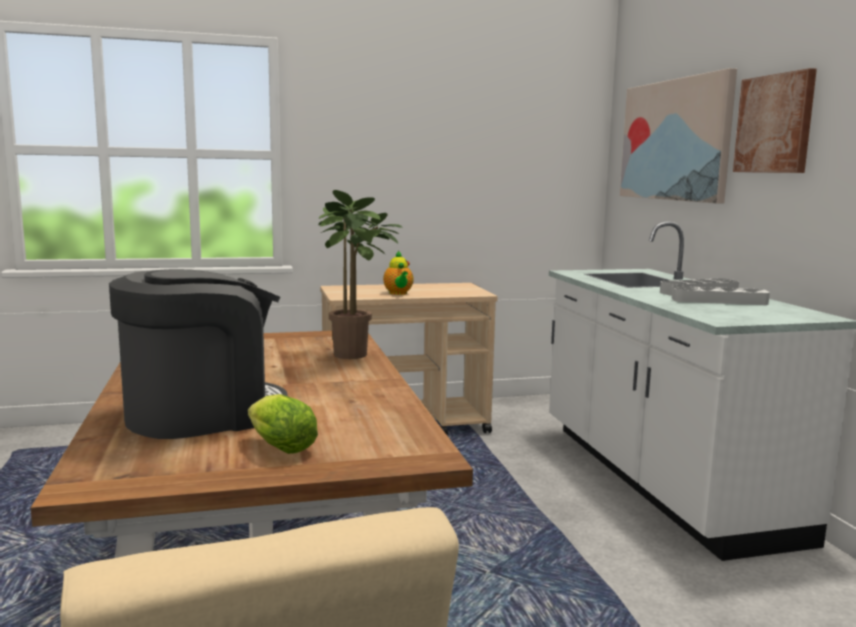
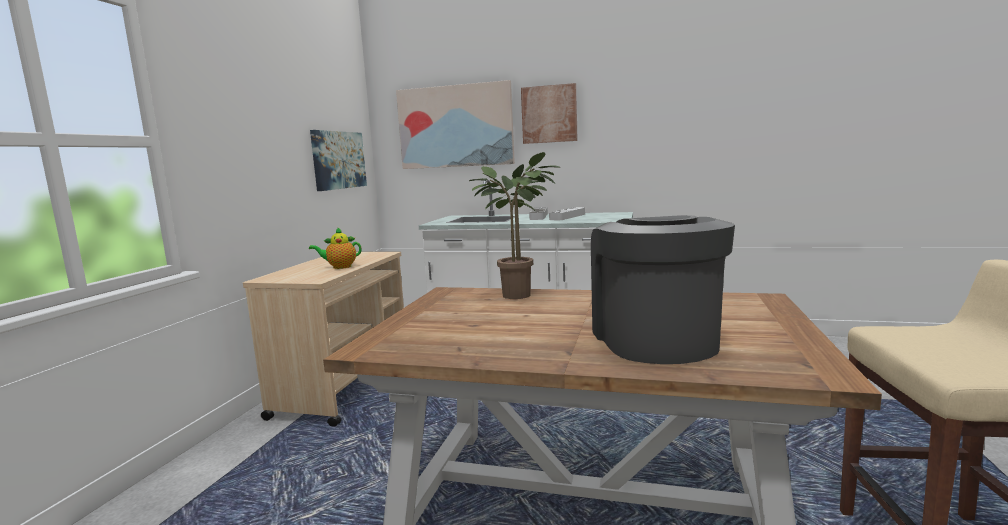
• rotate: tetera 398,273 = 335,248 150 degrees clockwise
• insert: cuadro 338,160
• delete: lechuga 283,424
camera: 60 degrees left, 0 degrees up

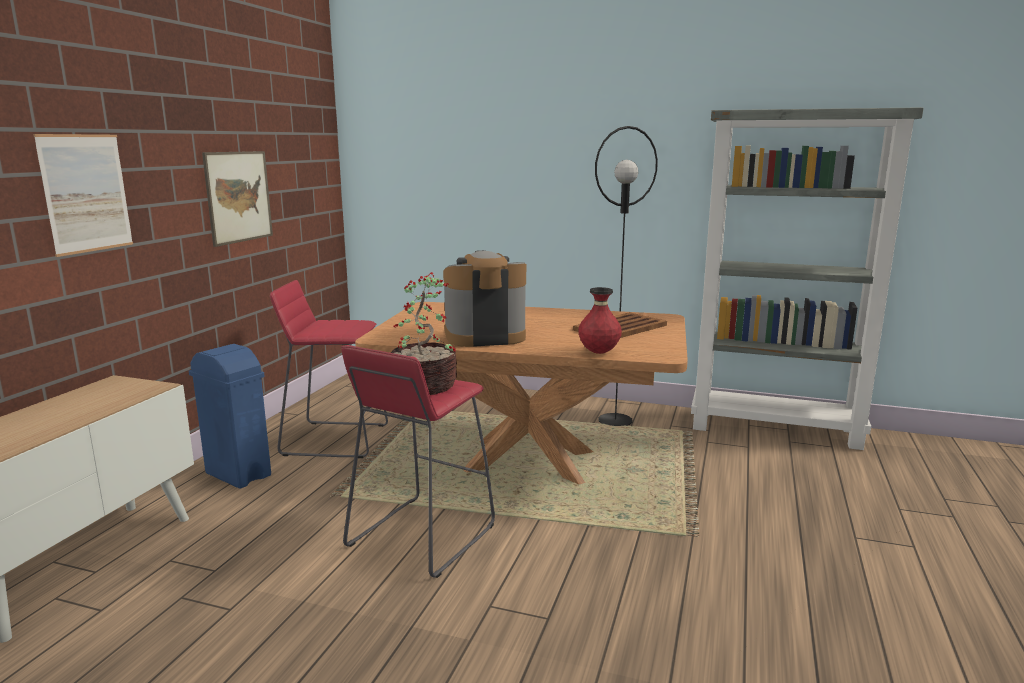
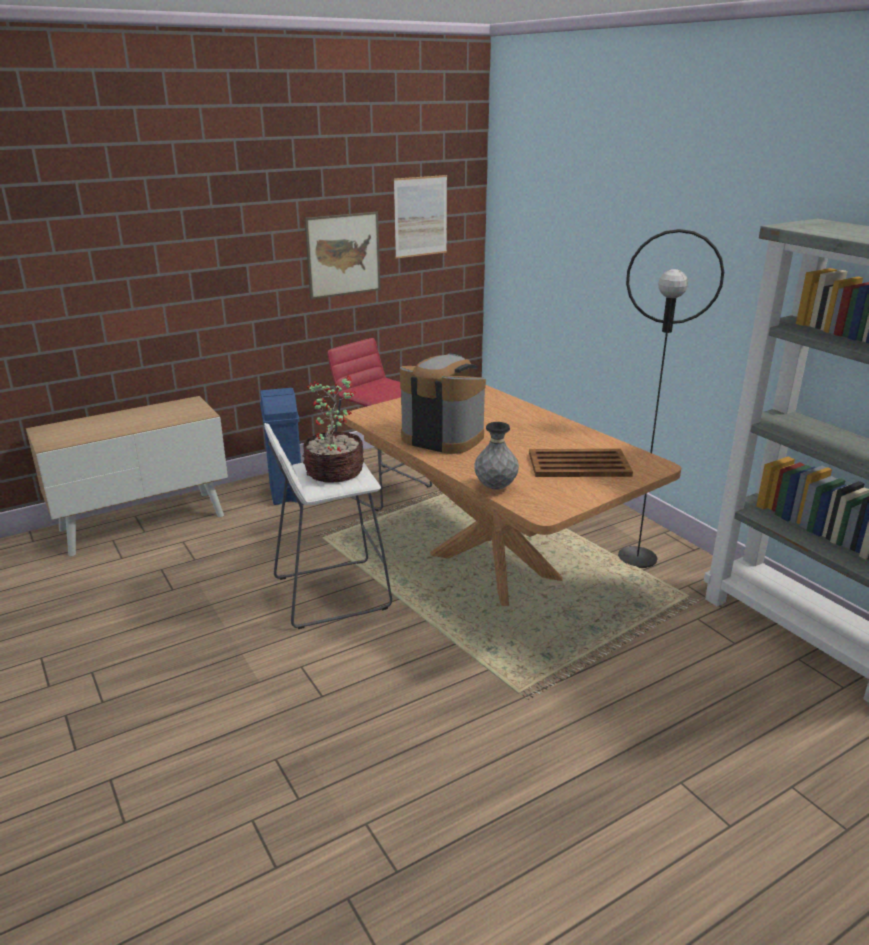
• recolor: taburete [rojo] 418,461 to taburete [blanco] 328,526
• move: cuadro 83,195 to 420,217
• recolor: florero [rojo] 600,320 to florero [gris] 496,455
camera: 40 degrees right, 10 degrees up

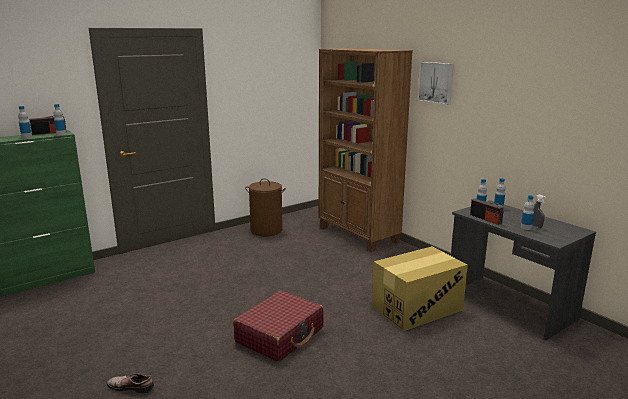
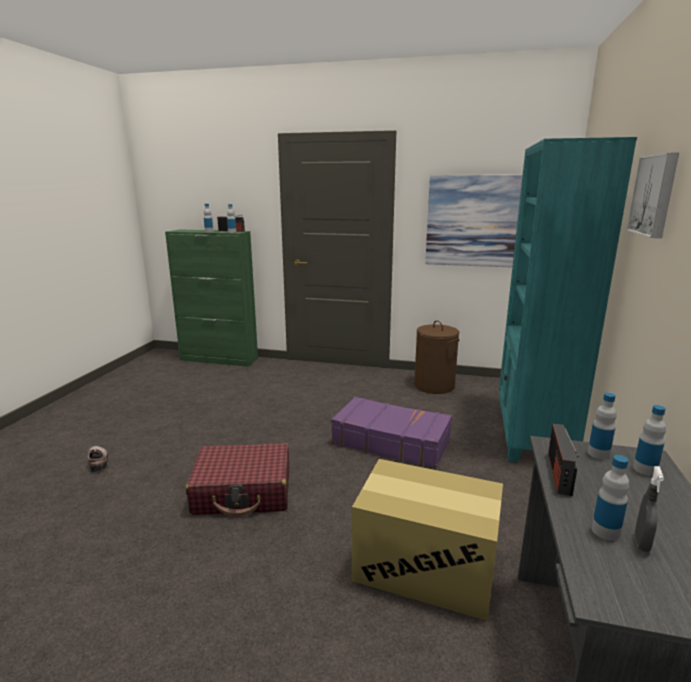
• insert: maleta [morado] 391,433
• insert: cuadro 474,221
• recolor: estantería [marrón] 366,150 to estantería [turquesa] 568,300
camera: 50 degrees right, 0 degrees up

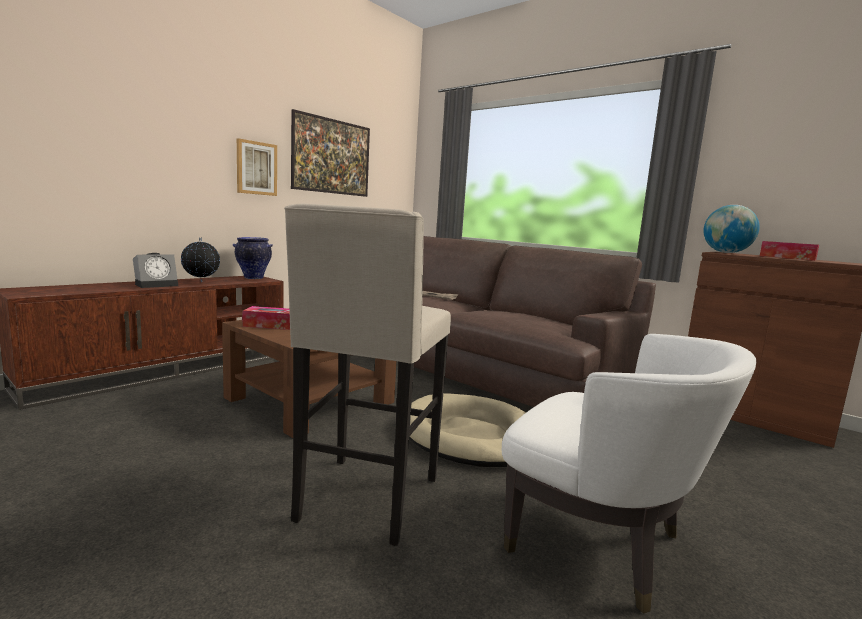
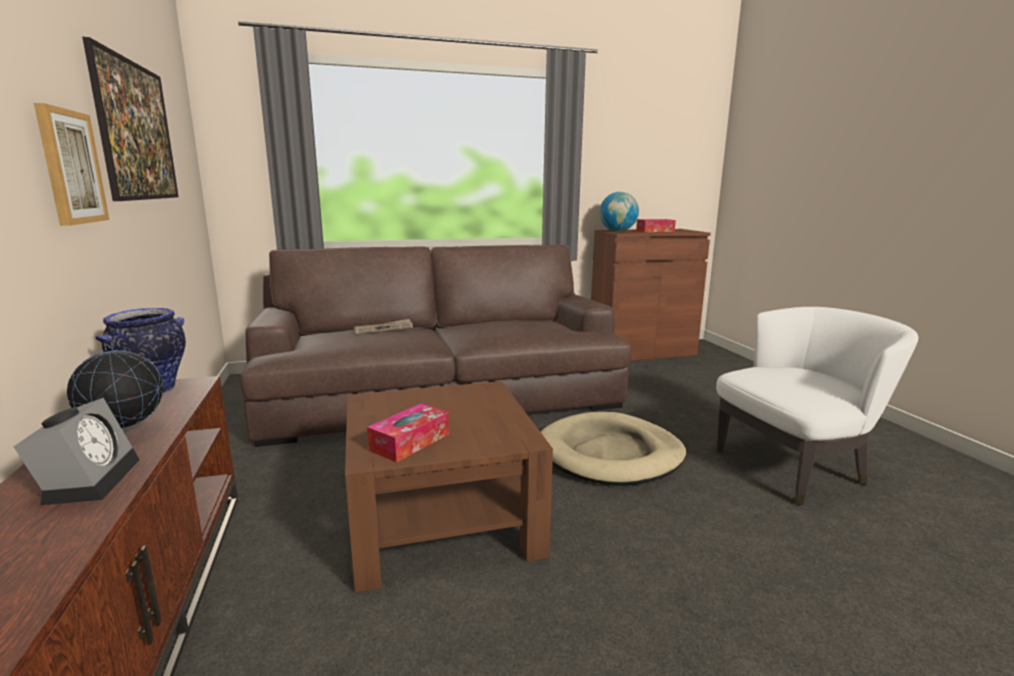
• delete: taburete [beis] 367,375
camera: 55 degrees left, 5 degrees up

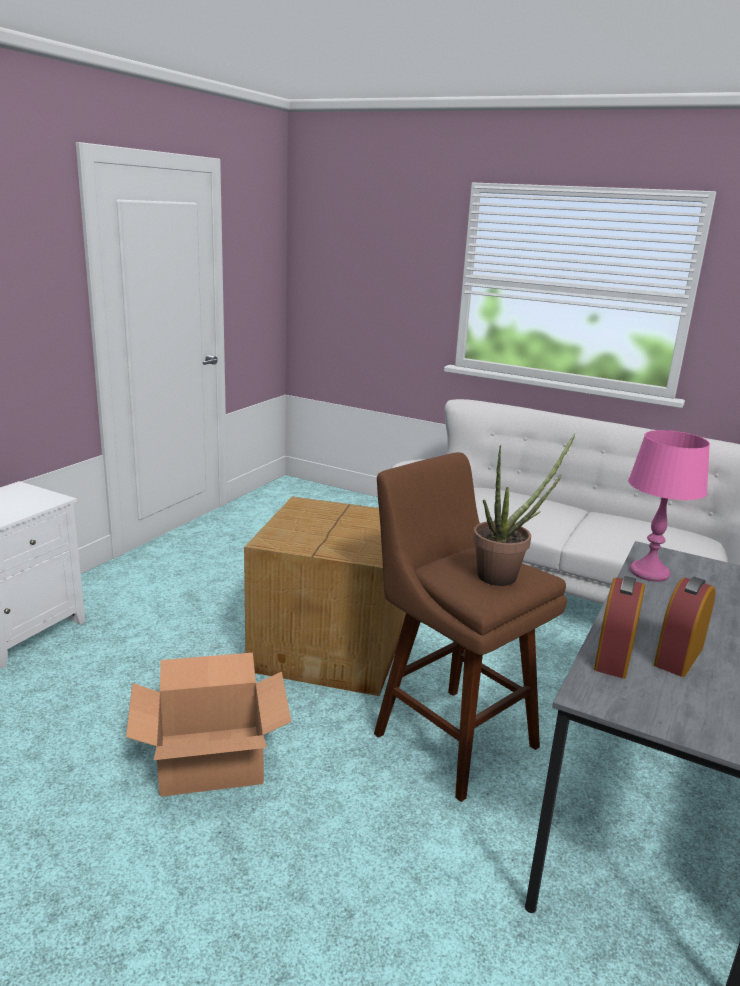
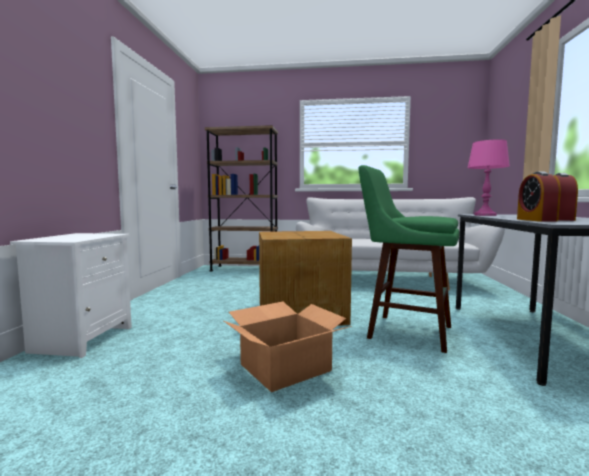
• insert: estantería [marrón] 241,198
• recolor: taburete [marrón] 470,627 to taburete [verde] 408,259
• delete: planta en maceta 524,509
camera: 20 degrees left, 15 degrees down

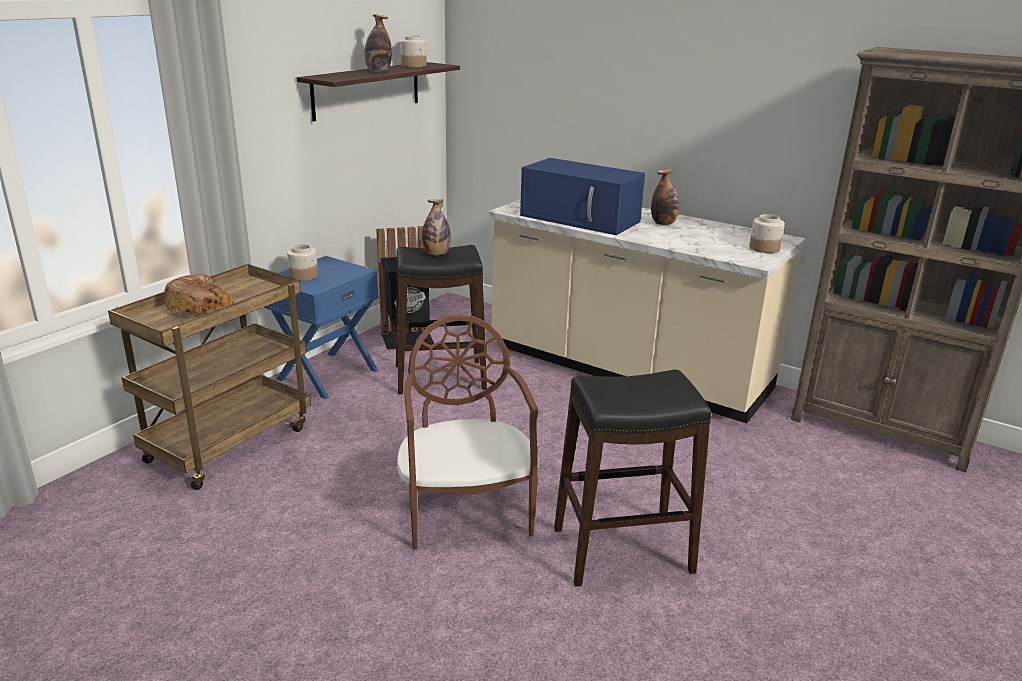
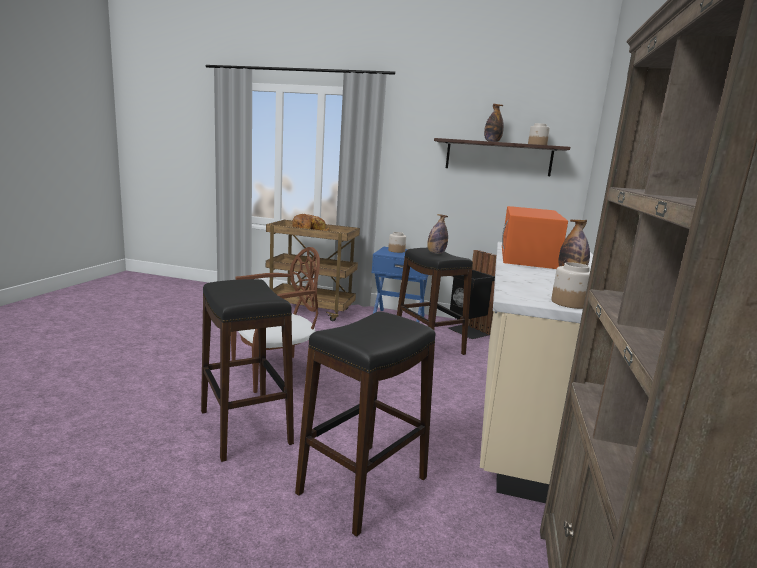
• insert: taburete [negro] 365,424
• recolor: microondas [azul] 582,196 to microondas [naranja] 535,237
camera: 70 degrees right, 10 degrees down

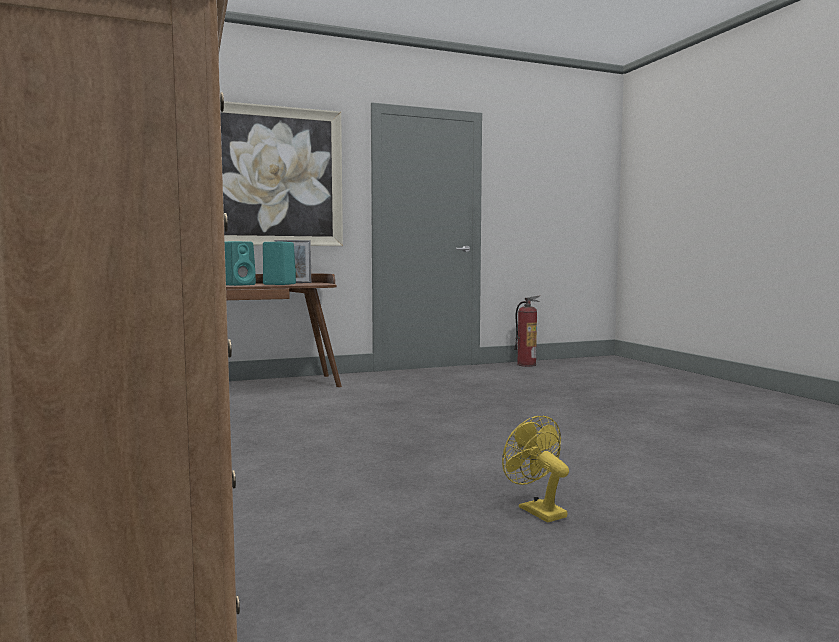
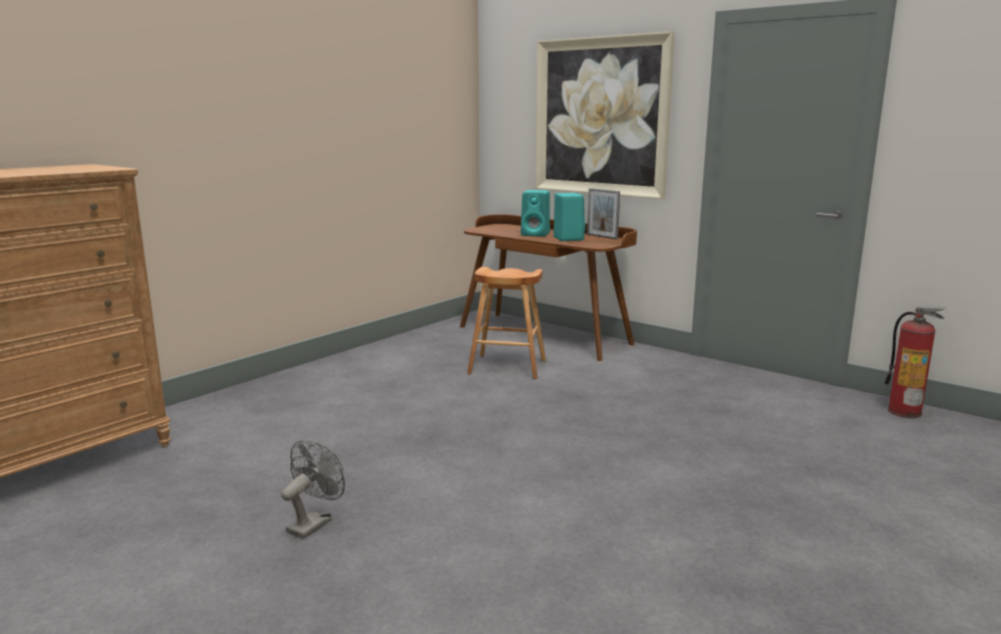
• recolor: ventilador [amarillo] 535,469 to ventilador [gris] 313,489
• insert: taburete [marrón] 506,323
camera: 60 degrees right, 10 degrees up

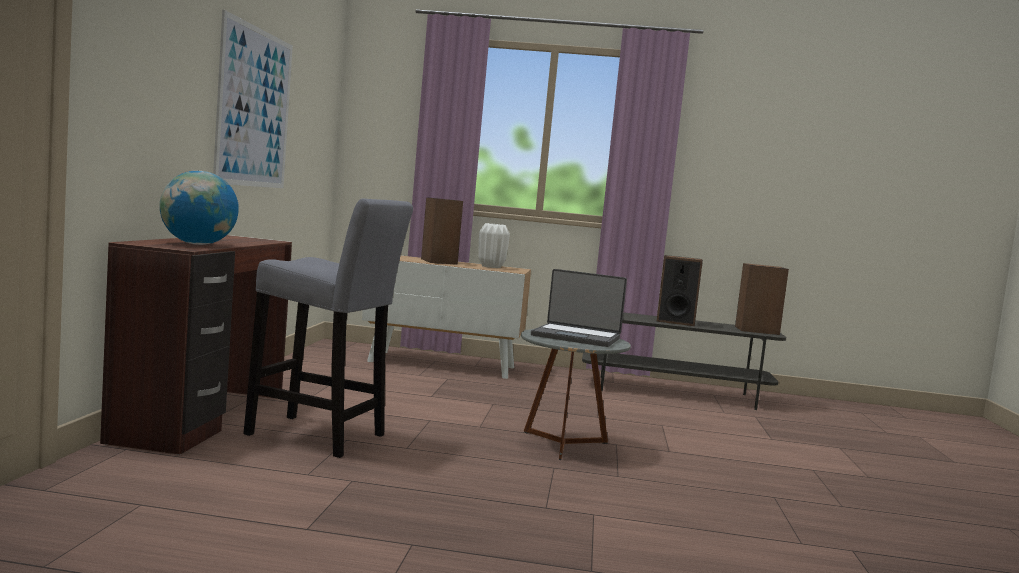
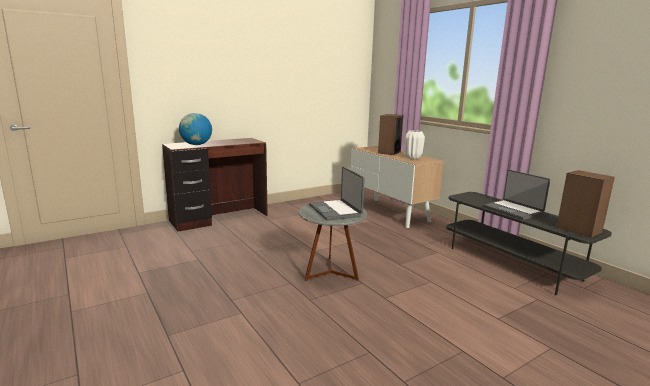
• replace: altavoz 679,290 to portátil 516,195
• delete: cuadro 253,99
• delete: taburete [gris] 328,328
camera: 50 degrees right, 10 degrees up

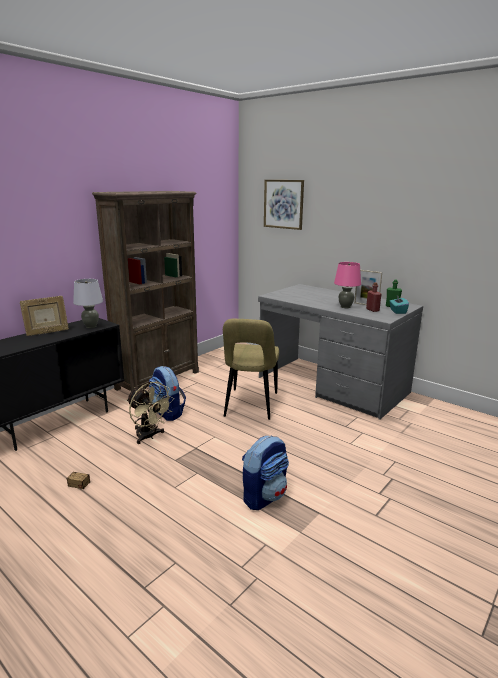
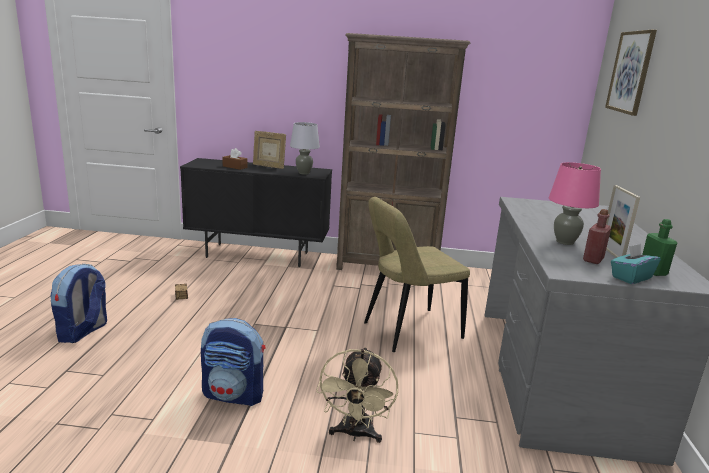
• move: mochila 167,393 to 79,303
• insert: caja de pañuelos [marrón] 234,159
• move: ventilador [beis] 150,413 to 357,395
camera: 55 degrees right, 0 degrees up

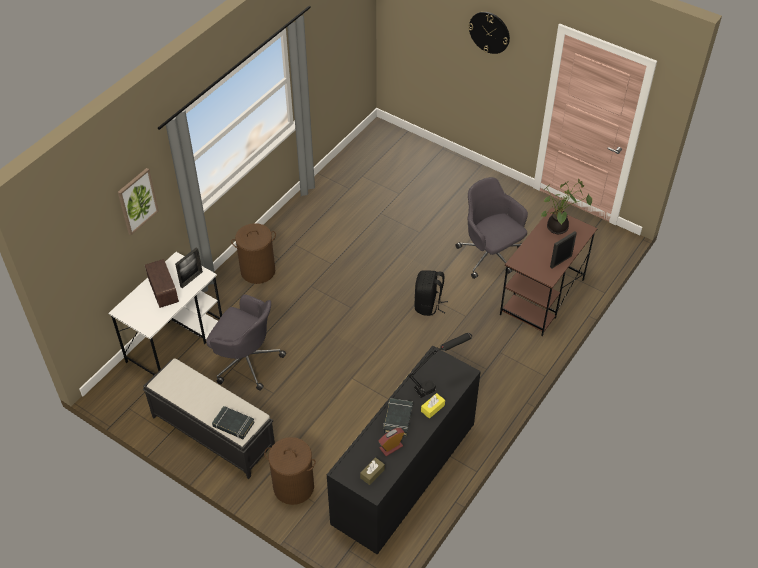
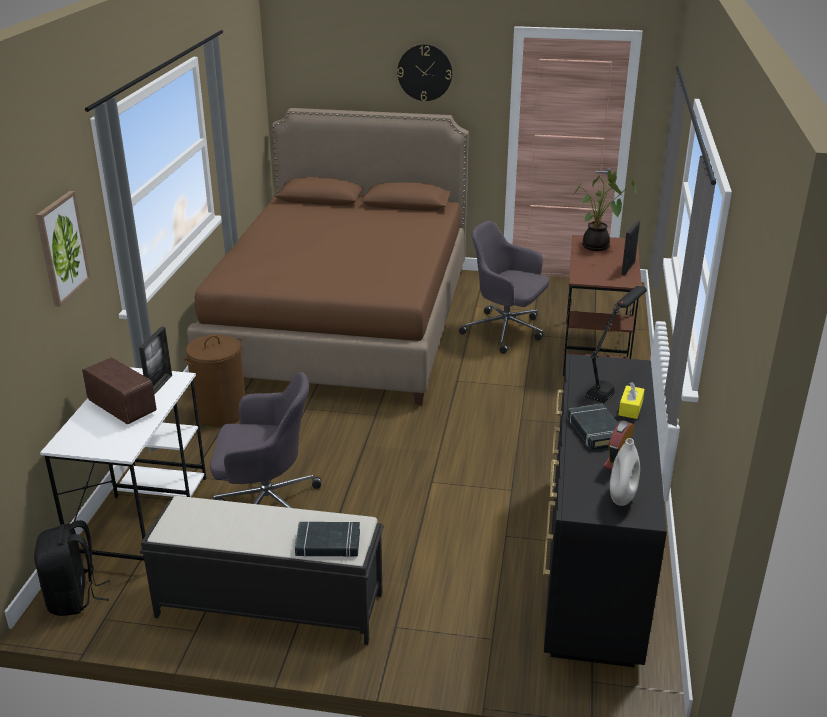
• move: mochila [negro] 431,293 to 72,568
• insert: cama [marrón] 328,256
• replace: caja de pañuelos [marrón] 372,471 to florero [blanco] 625,472
• delete: cesto de la ropa [marrón] 290,471
camera: 25 degrees left, 20 degrees down

